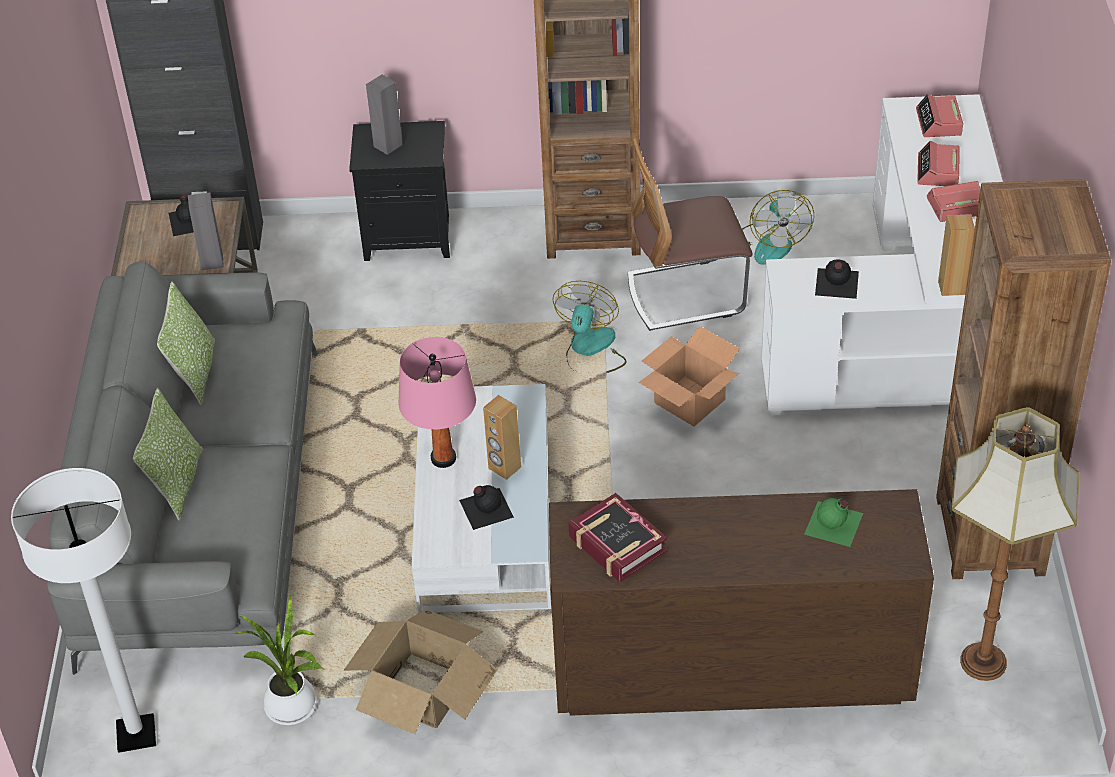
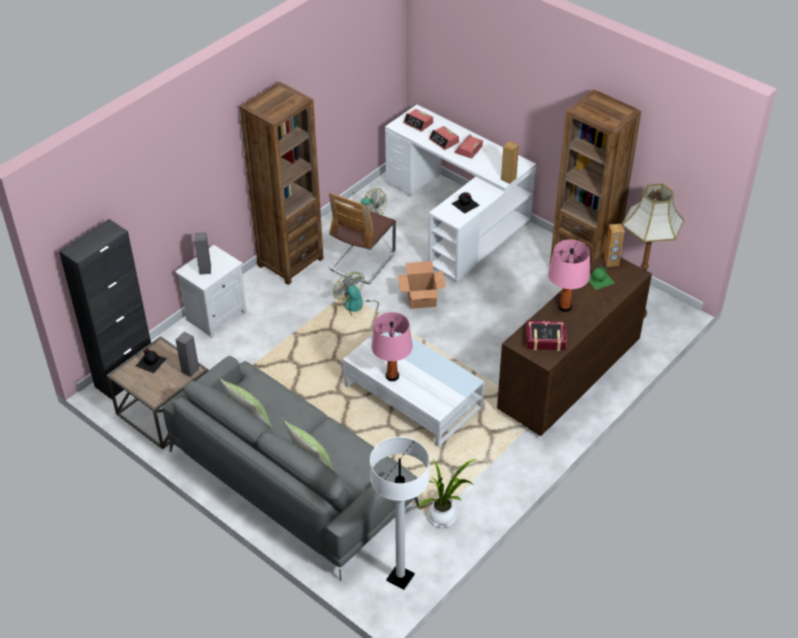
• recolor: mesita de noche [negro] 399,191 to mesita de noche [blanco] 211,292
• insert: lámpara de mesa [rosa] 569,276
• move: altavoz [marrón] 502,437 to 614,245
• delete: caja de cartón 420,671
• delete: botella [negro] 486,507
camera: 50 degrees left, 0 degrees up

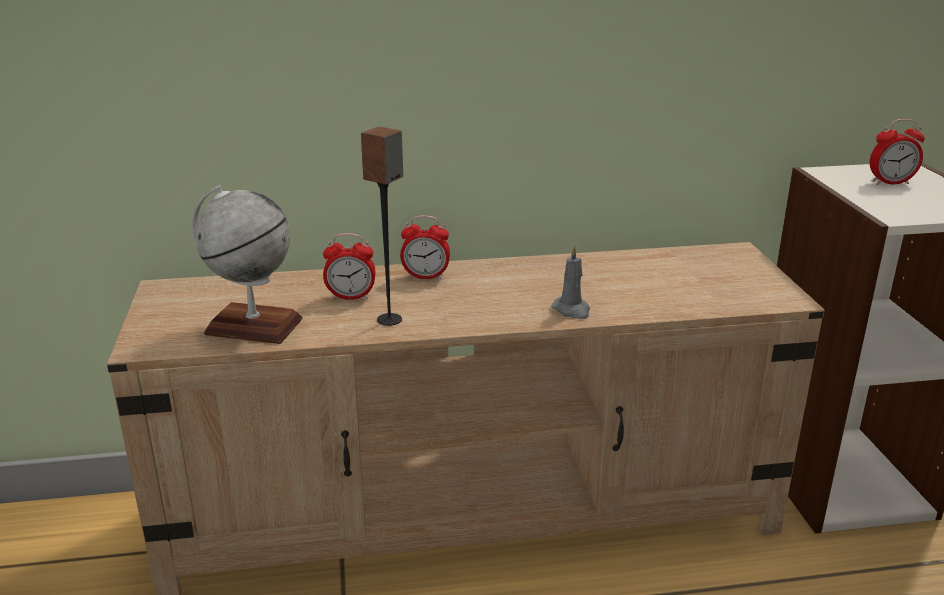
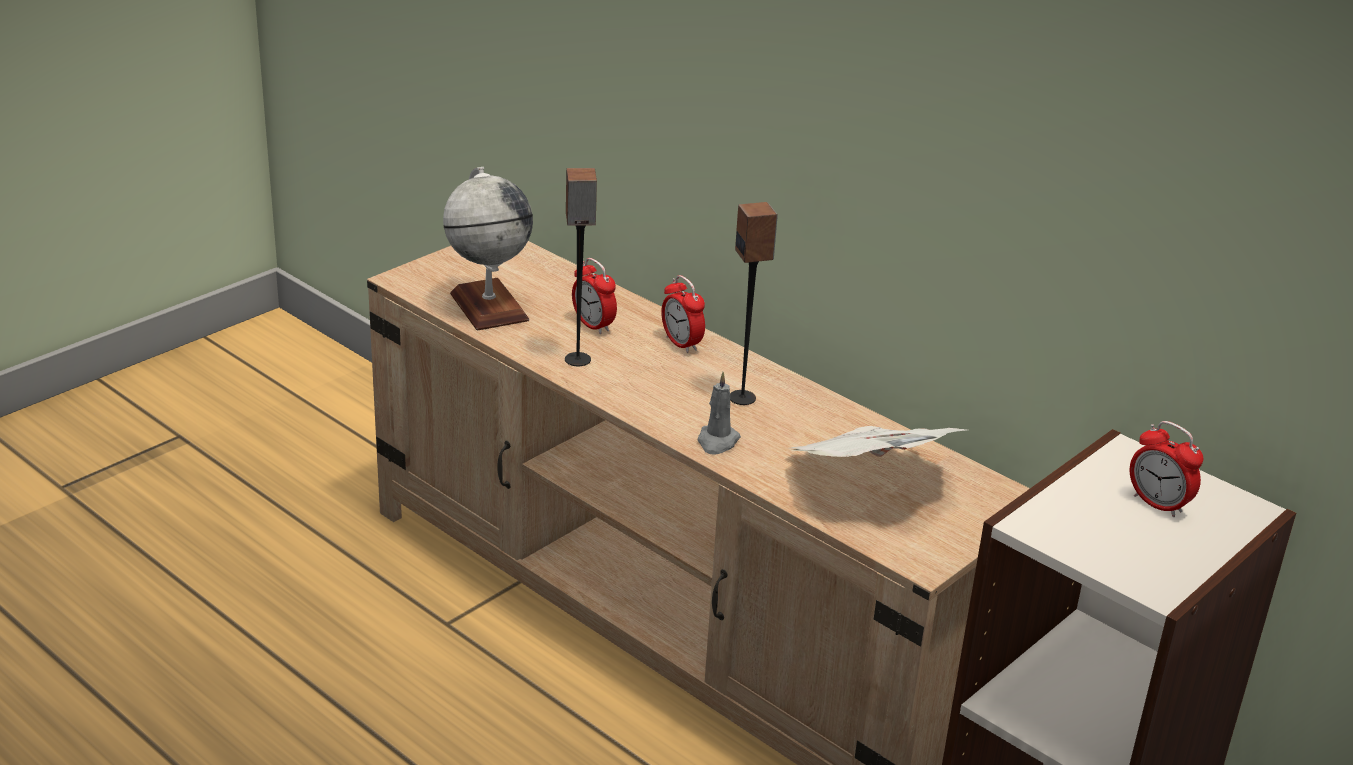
• insert: altavoz 754,303
• insert: periódico 878,441
camera: 50 degrees right, 5 degrees up

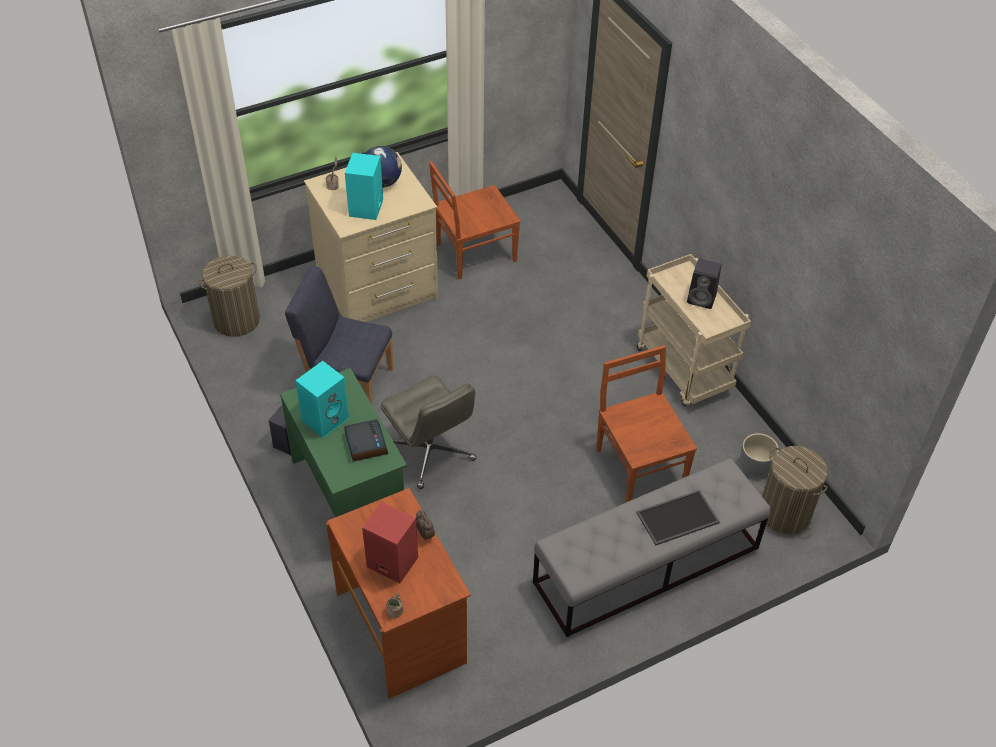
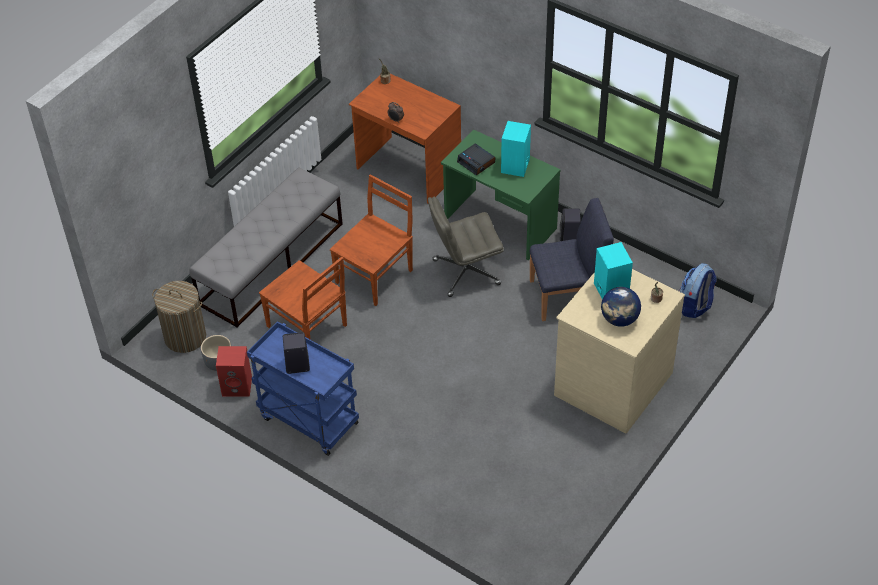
• move: altavoz [rojo] 390,542 to 234,371
• recolor: carrito [beis] 694,330 to carrito [azul] 303,388
• move: silla [marrón] 475,220 to 371,240
• rotate: silla de oficina [gris] 429,432 = 466,247 45 degrees counterclockwise
• replace: cesto de la ropa 229,296 to mochila 698,290
• delete: bandeja 678,517
camera: 155 degrees right, 0 degrees up

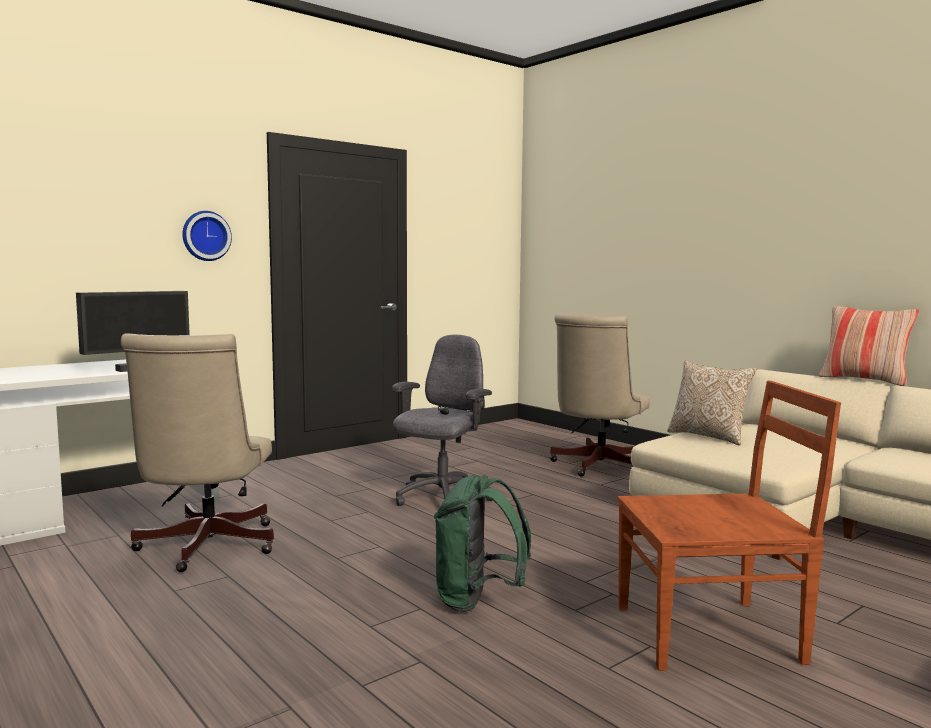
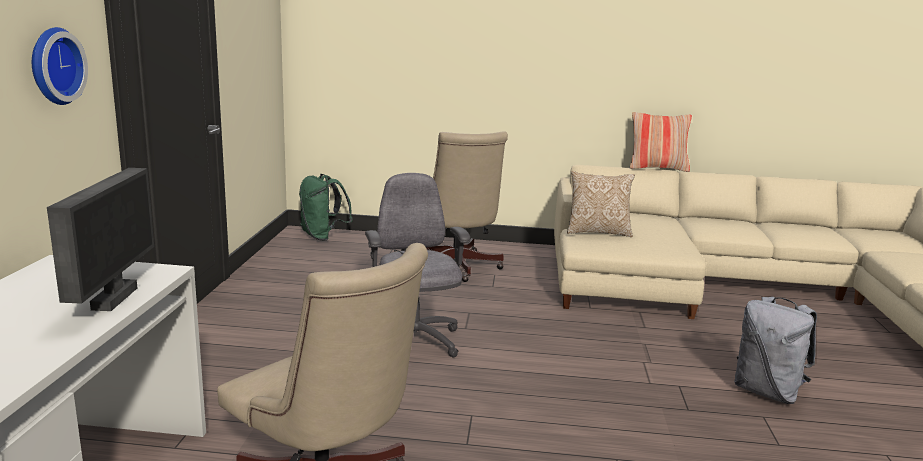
• move: mochila [verde] 482,543 to 326,207
• replace: silla [marrón] 729,526 to mochila [gris] 775,350
camera: 45 degrees left, 10 degrees up

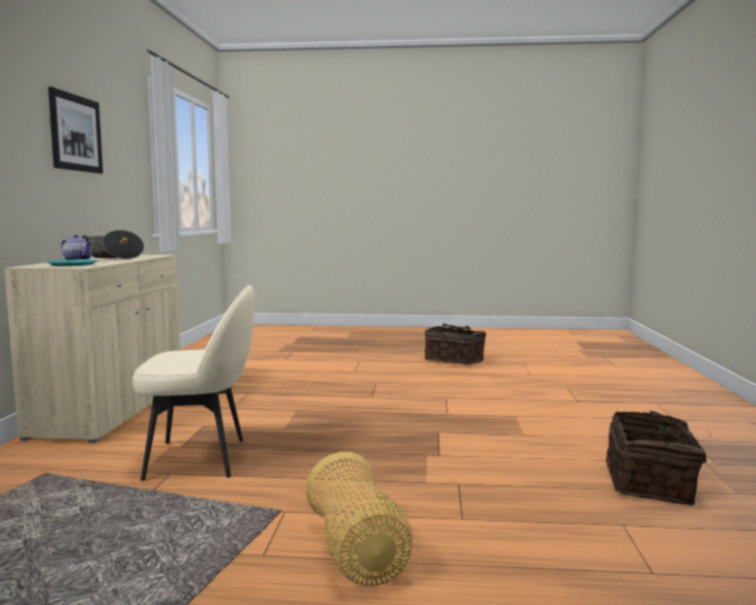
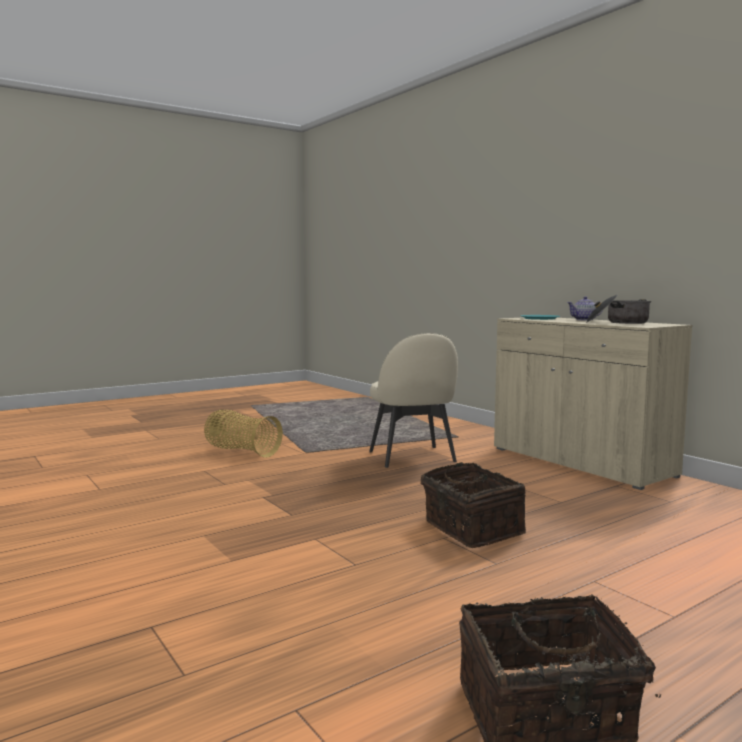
• rotate: silla [beis] 193,383 = 413,400 60 degrees counterclockwise
• move: cesta 658,458 to 473,505
• delete: cuadro 75,130
camera: 140 degrees right, 0 degrees up

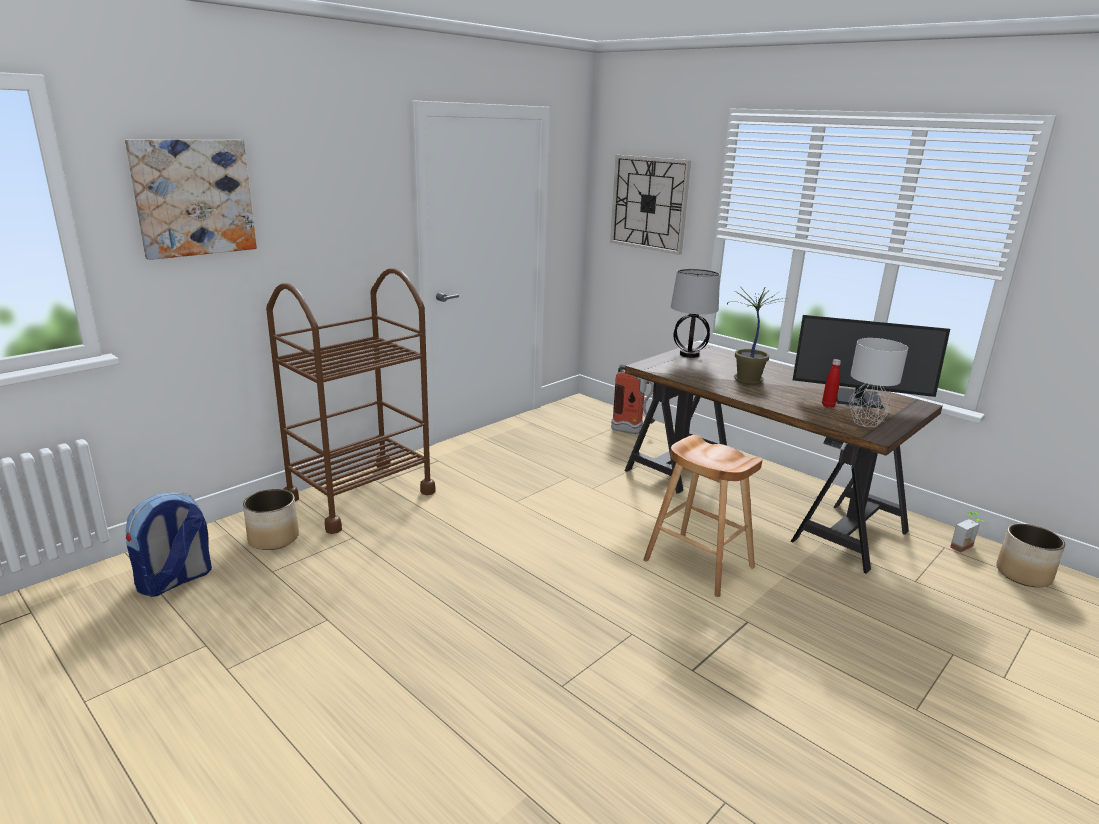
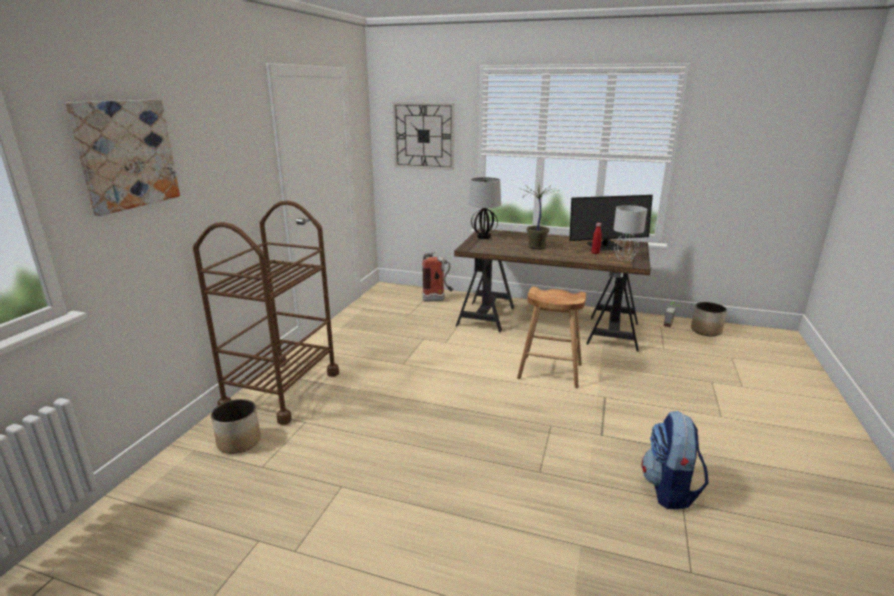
• move: mochila 169,544 to 675,460
camera: 25 degrees left, 0 degrees up

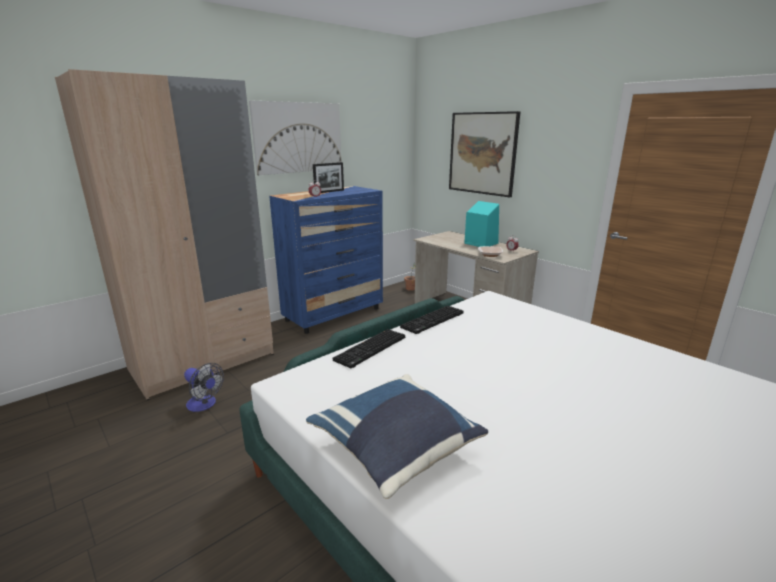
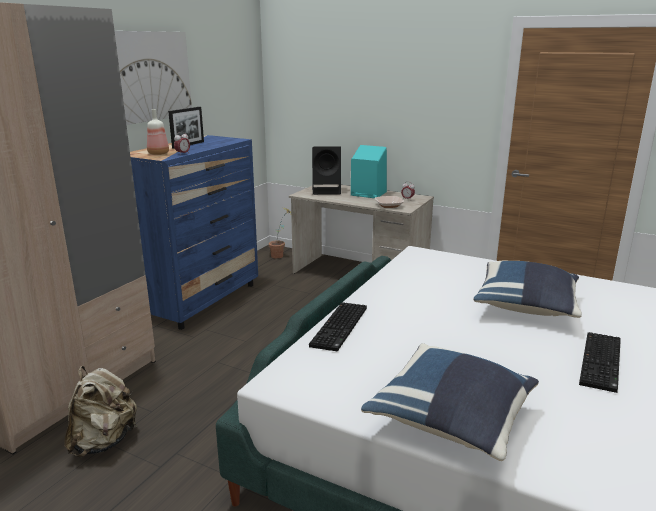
• replace: ventilador 204,387 to mochila [beis] 100,411
• insert: botella 158,132
• insert: altavoz [negro] 326,170
• insert: cojín [azul] 527,289
• move: teclado 432,320 to 600,362
• delete: cuadro 485,154
camera: 20 degrees left, 0 degrees up

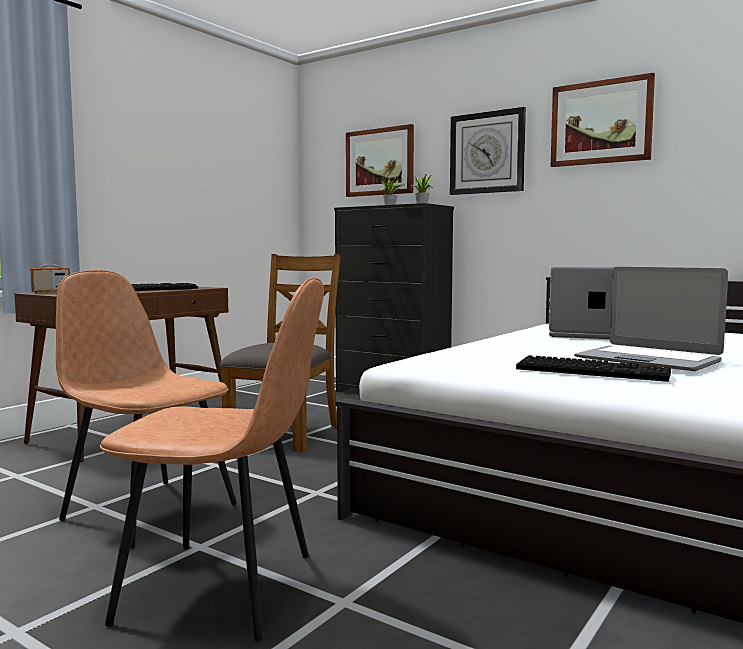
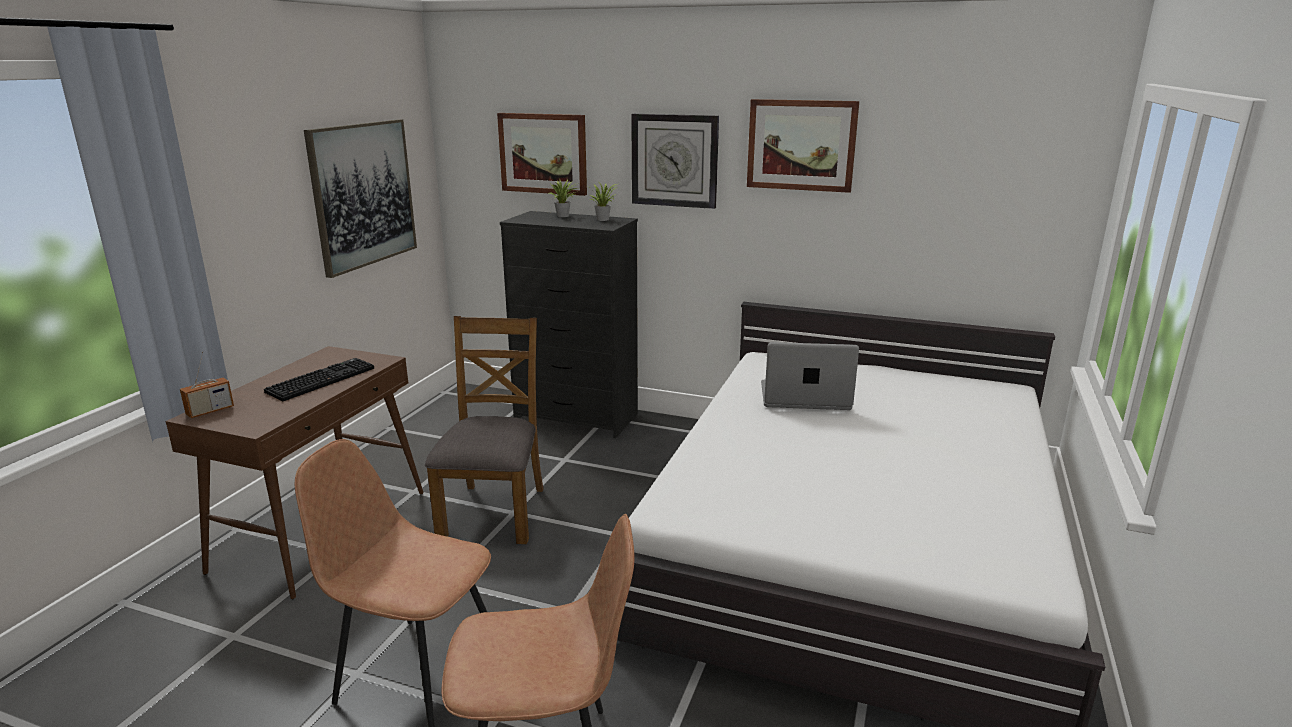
• insert: cuadro 360,198
• delete: teclado 593,368
• delete: portátil 651,319
camera: 15 degrees left, 15 degrees up

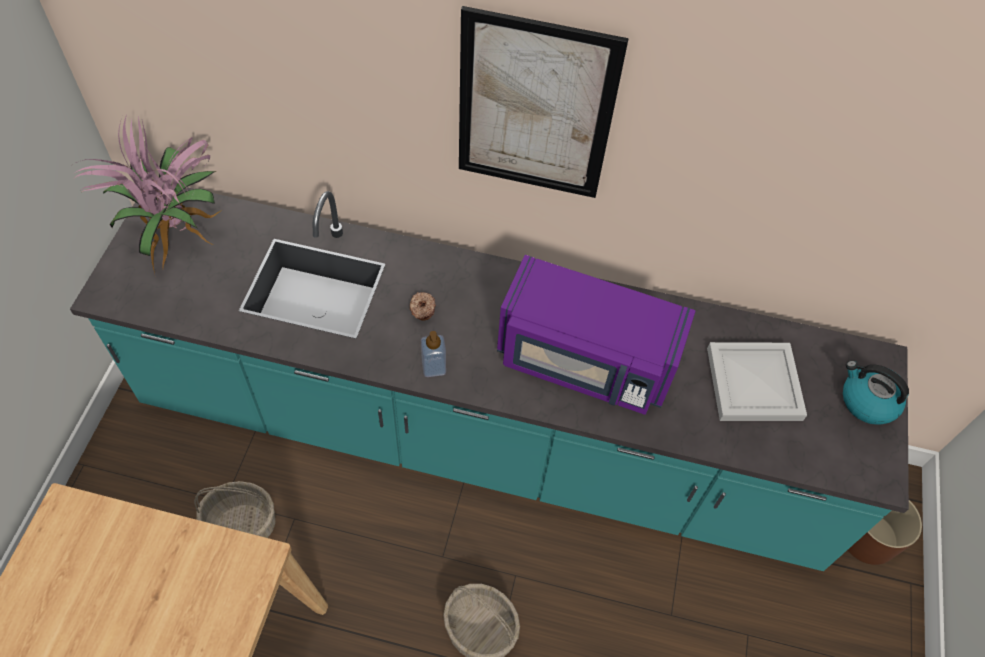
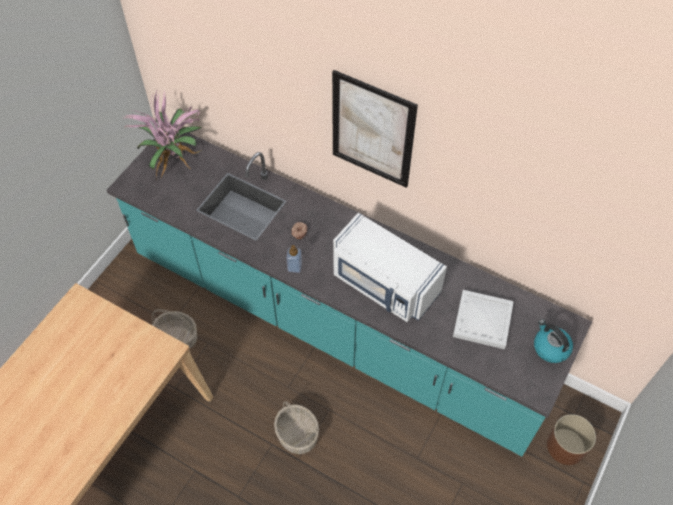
• recolor: microondas [morado] 596,335 to microondas [blanco] 390,267
camera: 20 degrees right, 0 degrees up

